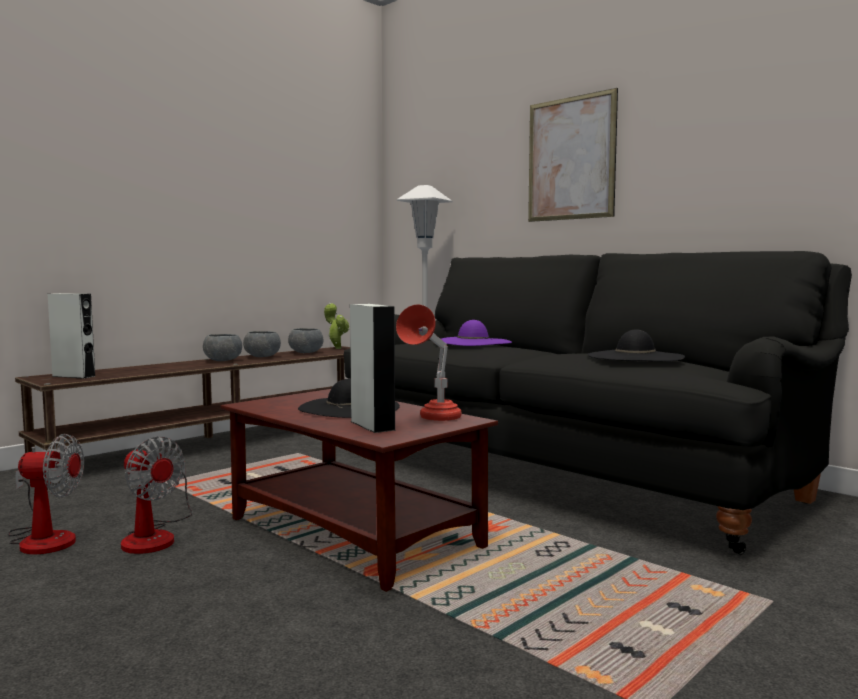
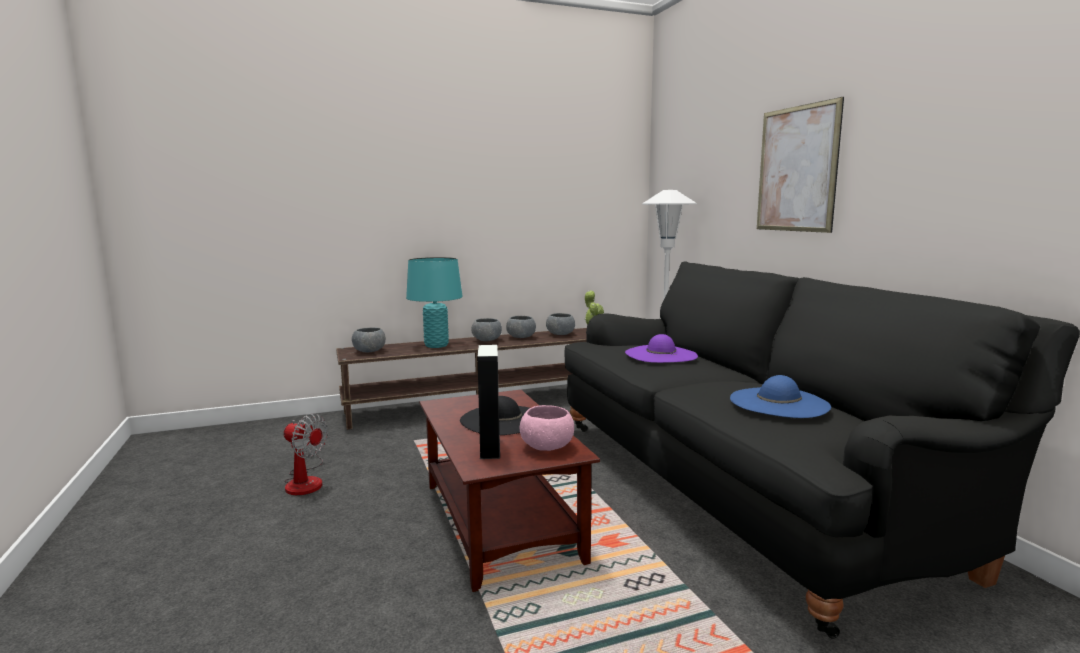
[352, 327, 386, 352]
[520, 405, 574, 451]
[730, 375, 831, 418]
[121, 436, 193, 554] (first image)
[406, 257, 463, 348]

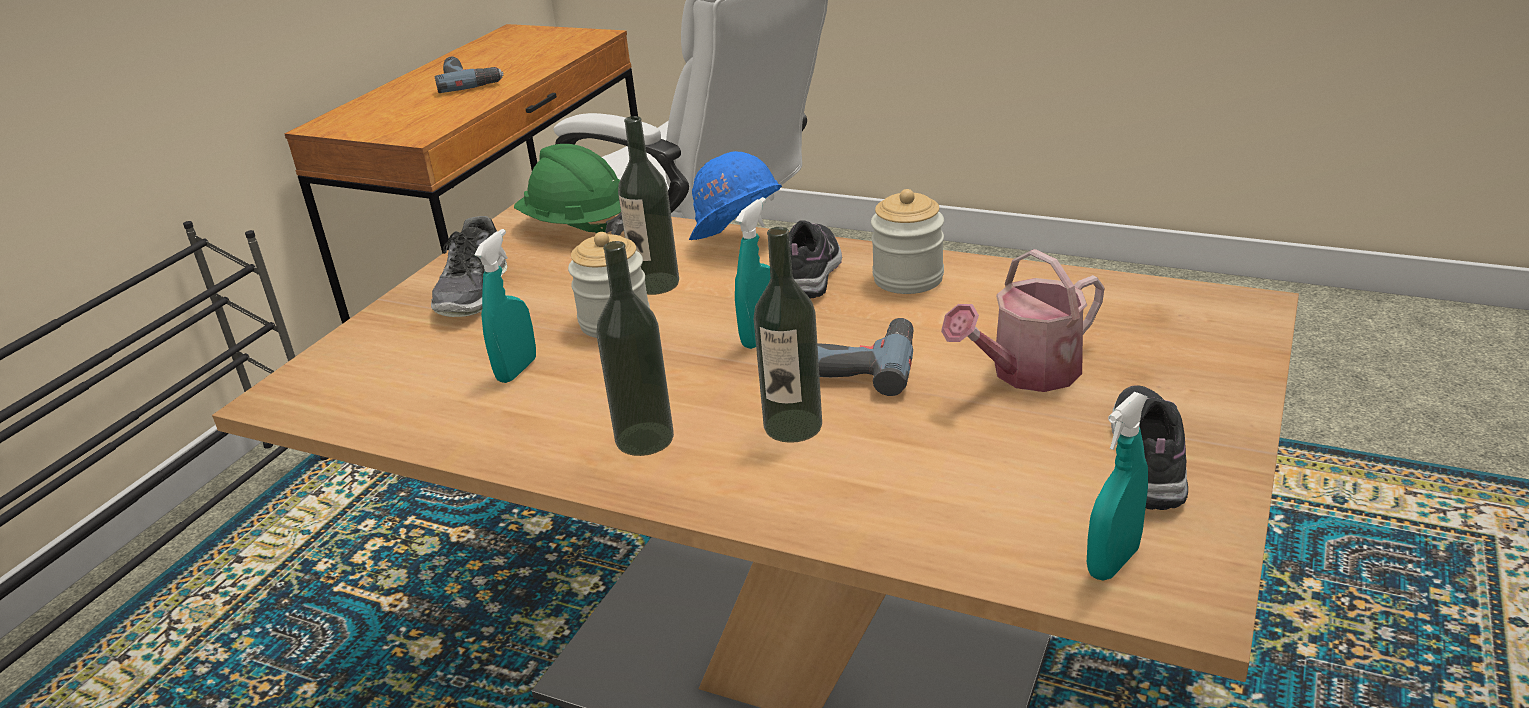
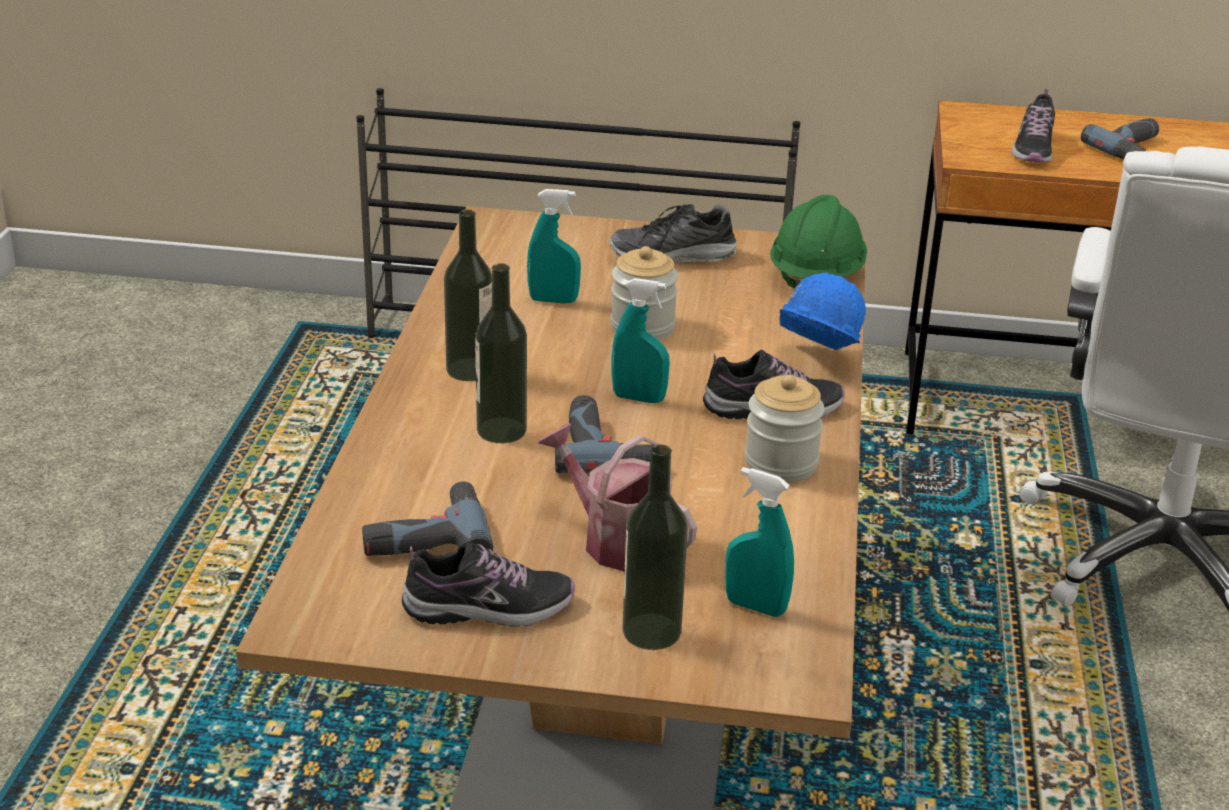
[622, 445, 688, 650]
[725, 467, 794, 617]
[1012, 89, 1055, 162]
[362, 481, 493, 556]

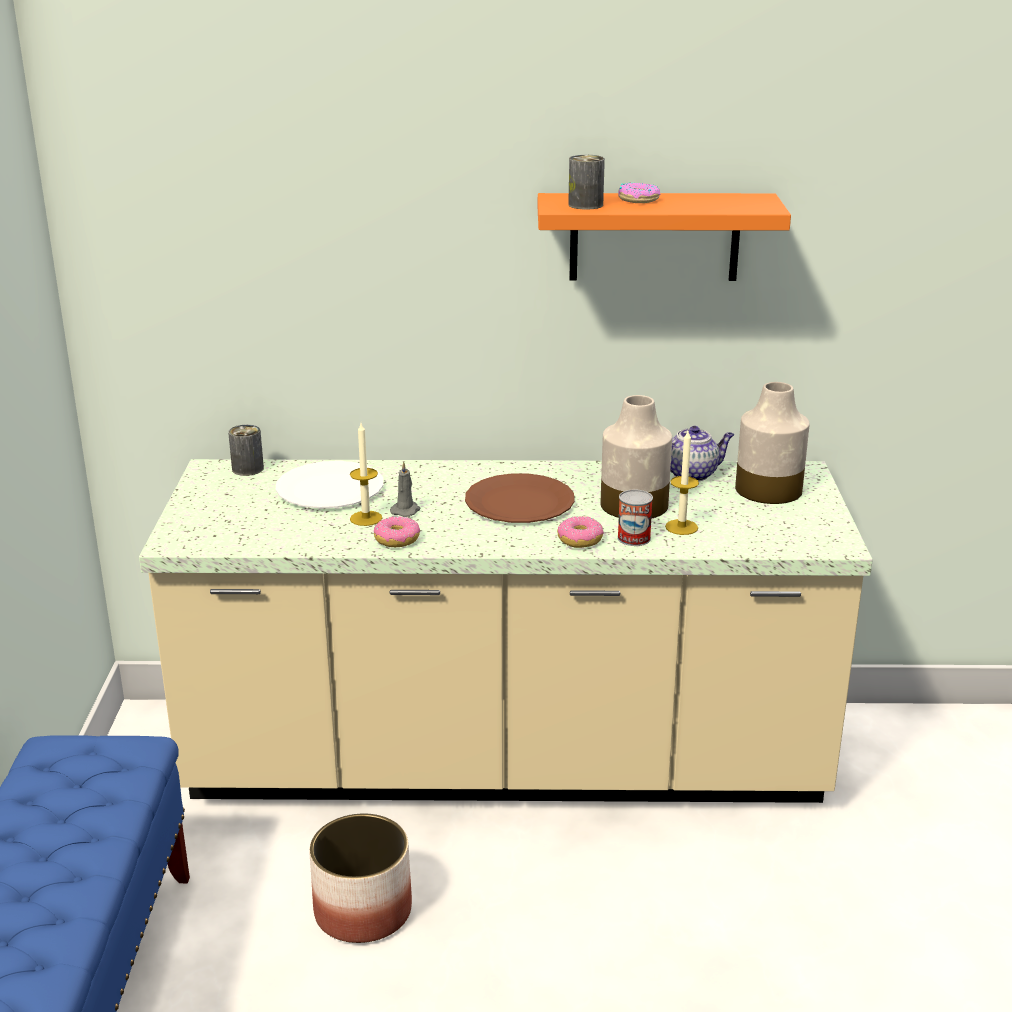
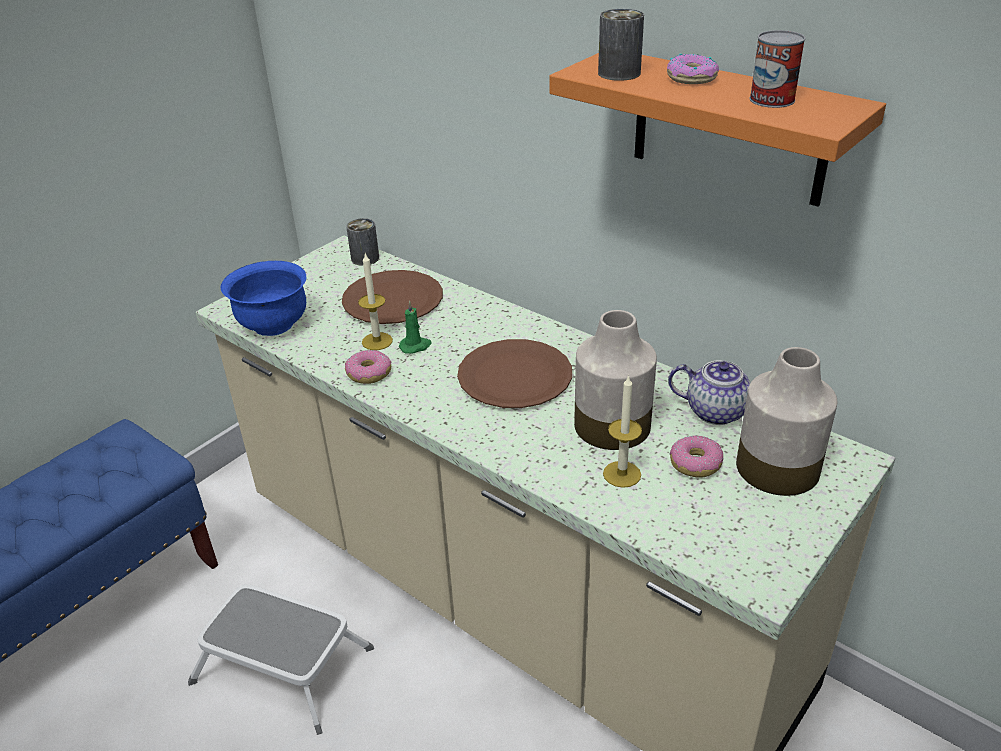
[342, 270, 443, 324]
[399, 301, 432, 354]
[749, 30, 805, 108]
[670, 435, 723, 477]
[188, 584, 374, 735]
[221, 261, 306, 336]

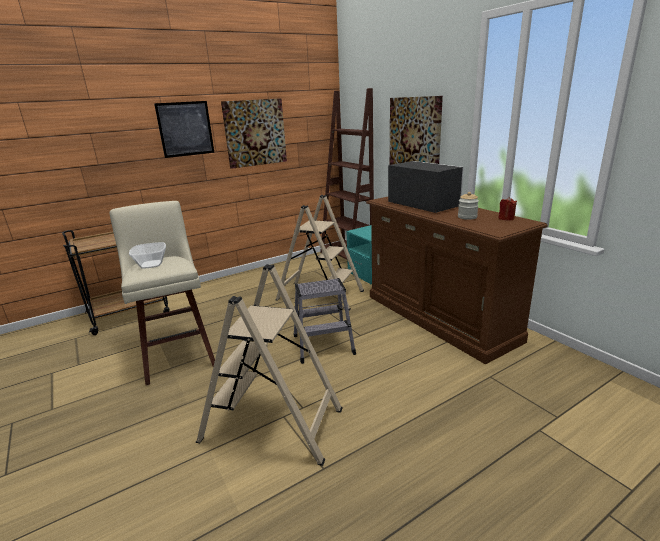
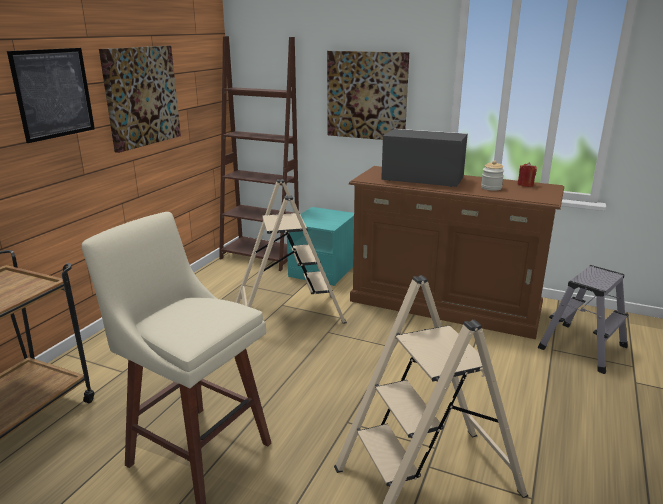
[129, 242, 166, 269] (first image)
[538, 265, 629, 374]

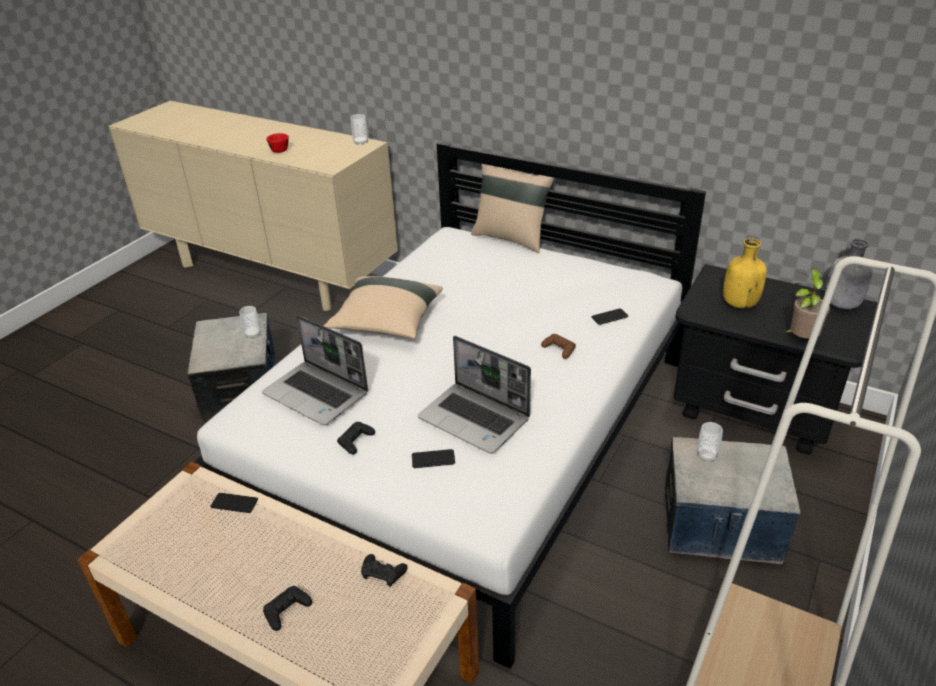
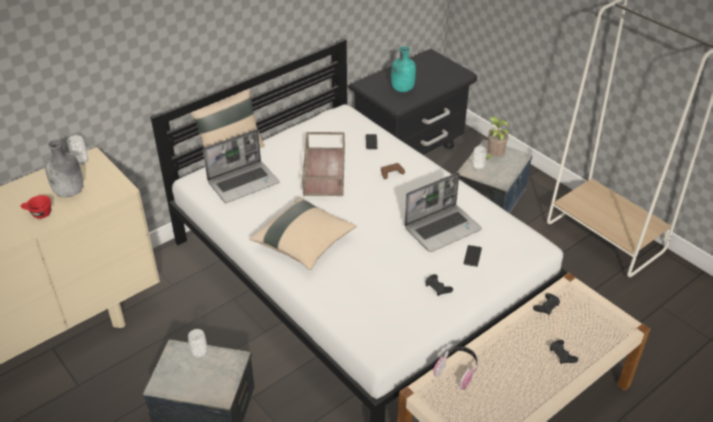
[391, 46, 416, 92]
[45, 140, 83, 197]
[486, 117, 509, 160]
[203, 129, 280, 203]
[433, 347, 478, 390]
[302, 132, 345, 196]

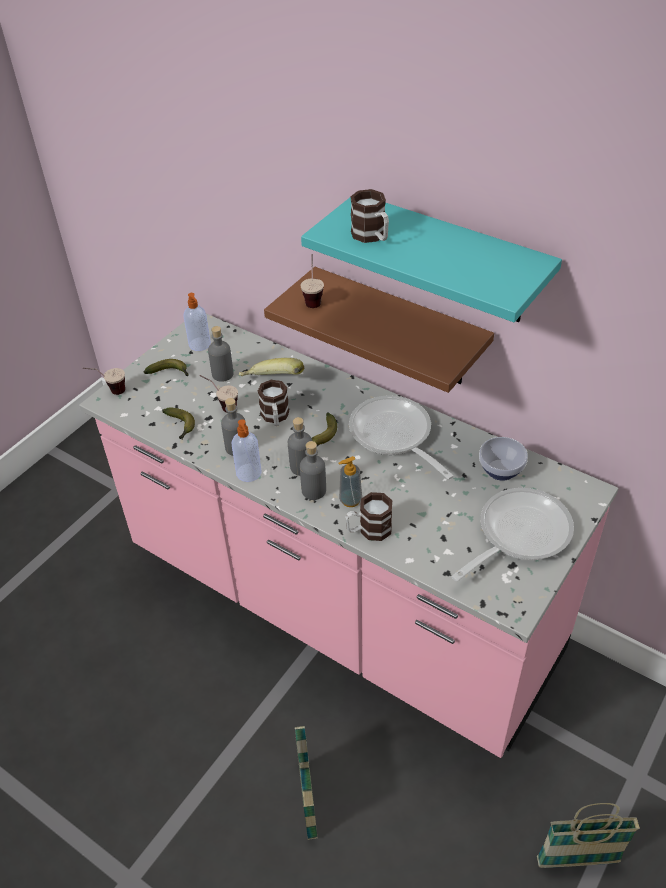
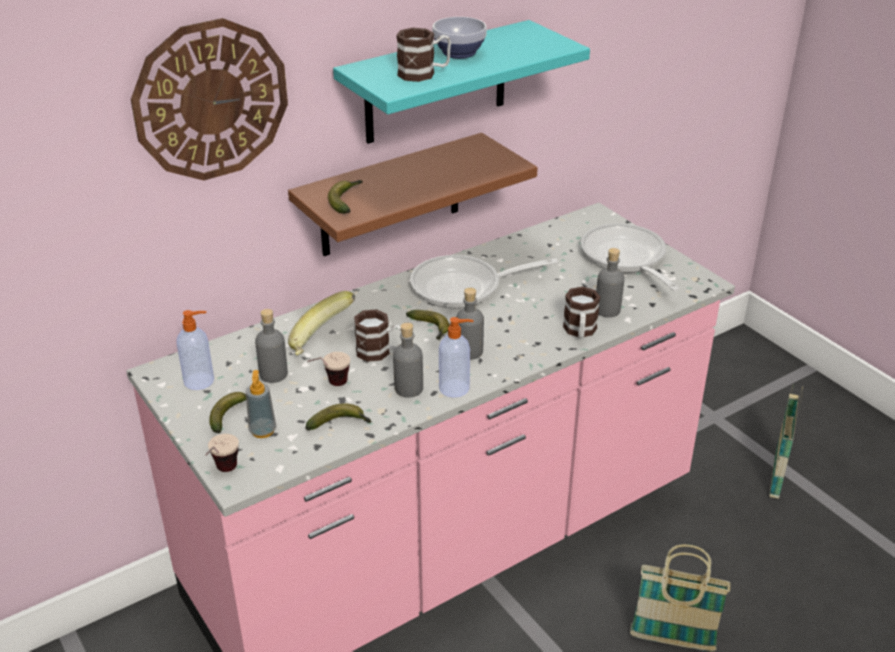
[328, 180, 363, 214]
[432, 17, 487, 59]
[596, 248, 625, 317]
[246, 370, 276, 438]
[131, 18, 288, 181]

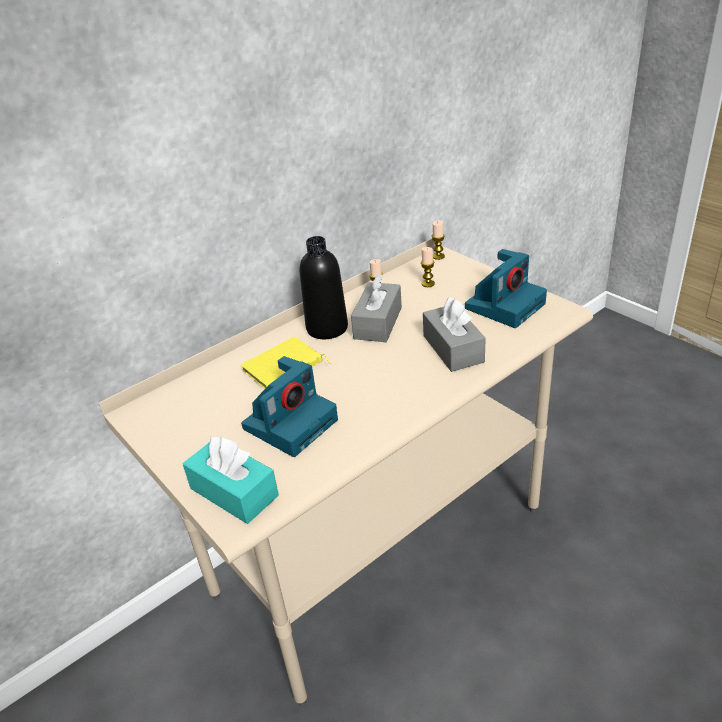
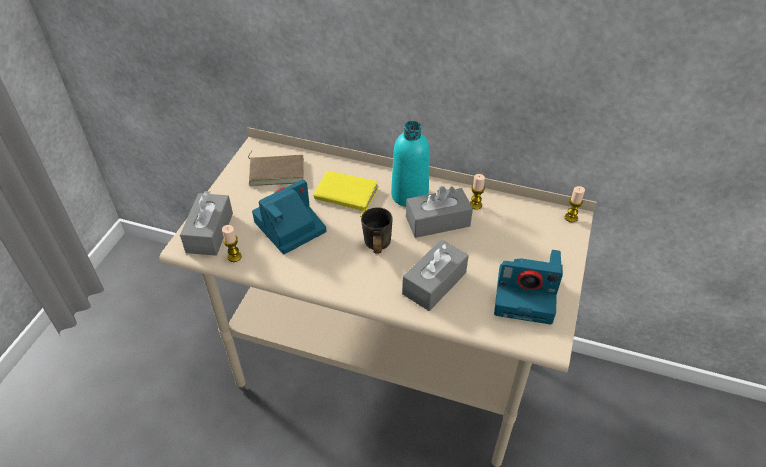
[391, 121, 430, 207]
[222, 225, 242, 262]
[252, 180, 326, 254]
[180, 191, 233, 256]
[248, 150, 304, 186]
[361, 207, 393, 254]

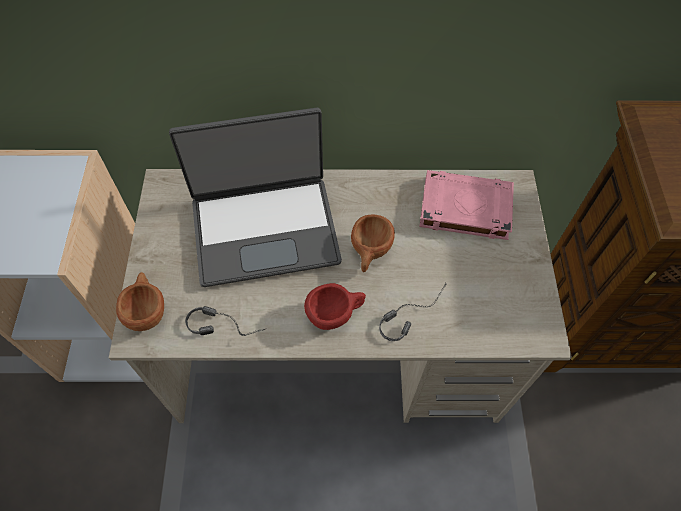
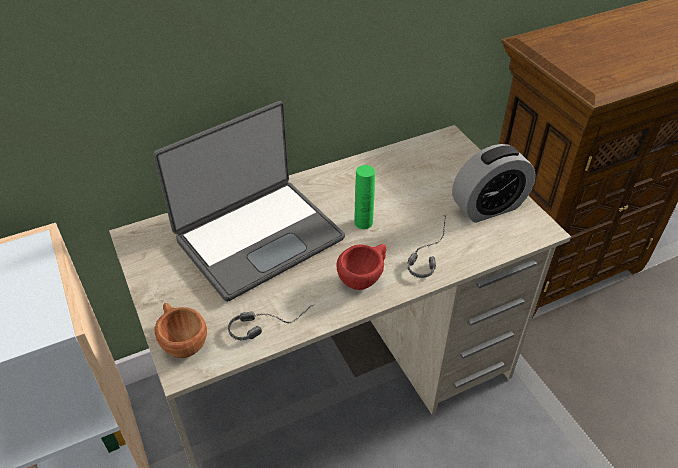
[419, 170, 514, 240] (first image)
[354, 165, 375, 229]
[452, 144, 536, 223]

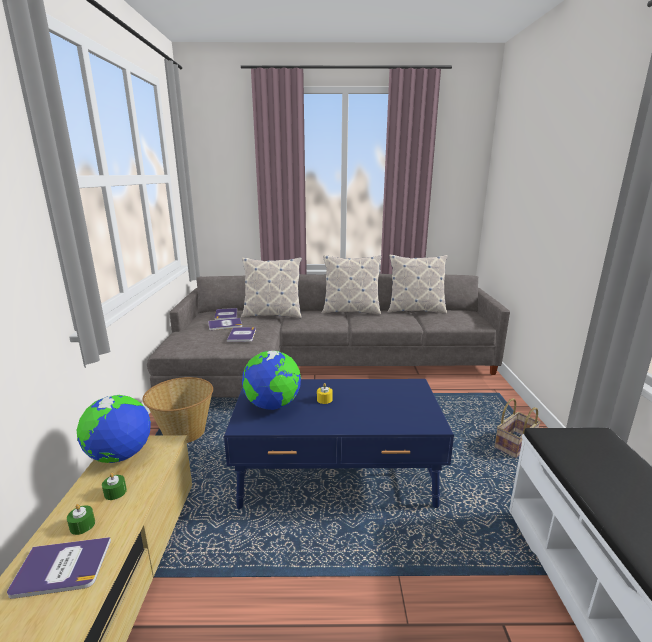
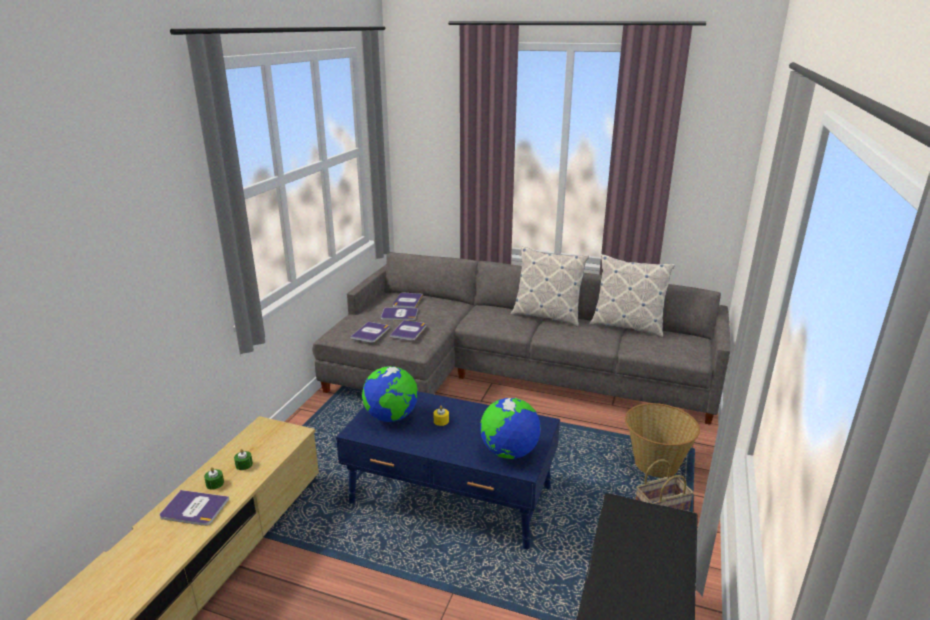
[241, 257, 302, 318] (first image)
[625, 403, 700, 478]
[480, 398, 541, 459]
[350, 322, 390, 343]

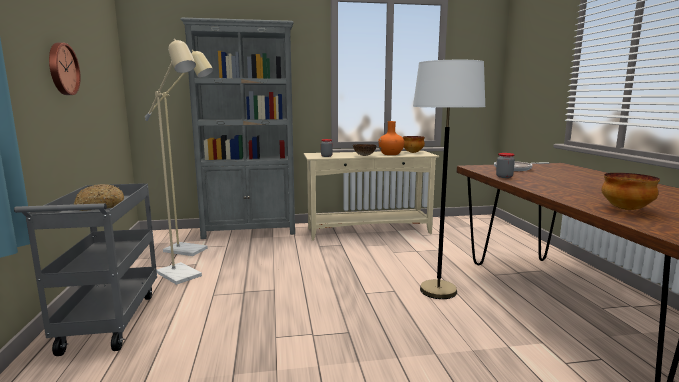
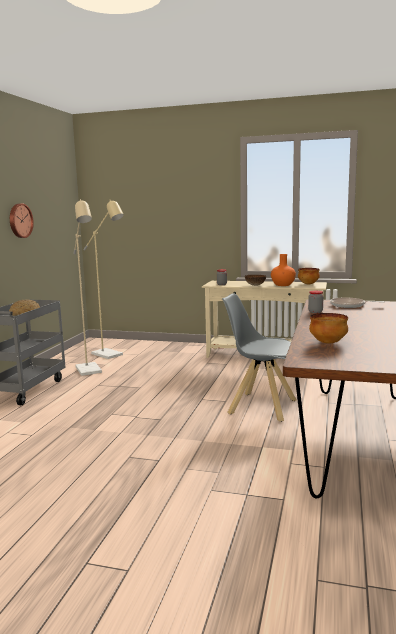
[180, 17, 295, 239] (first image)
[222, 293, 297, 422]

